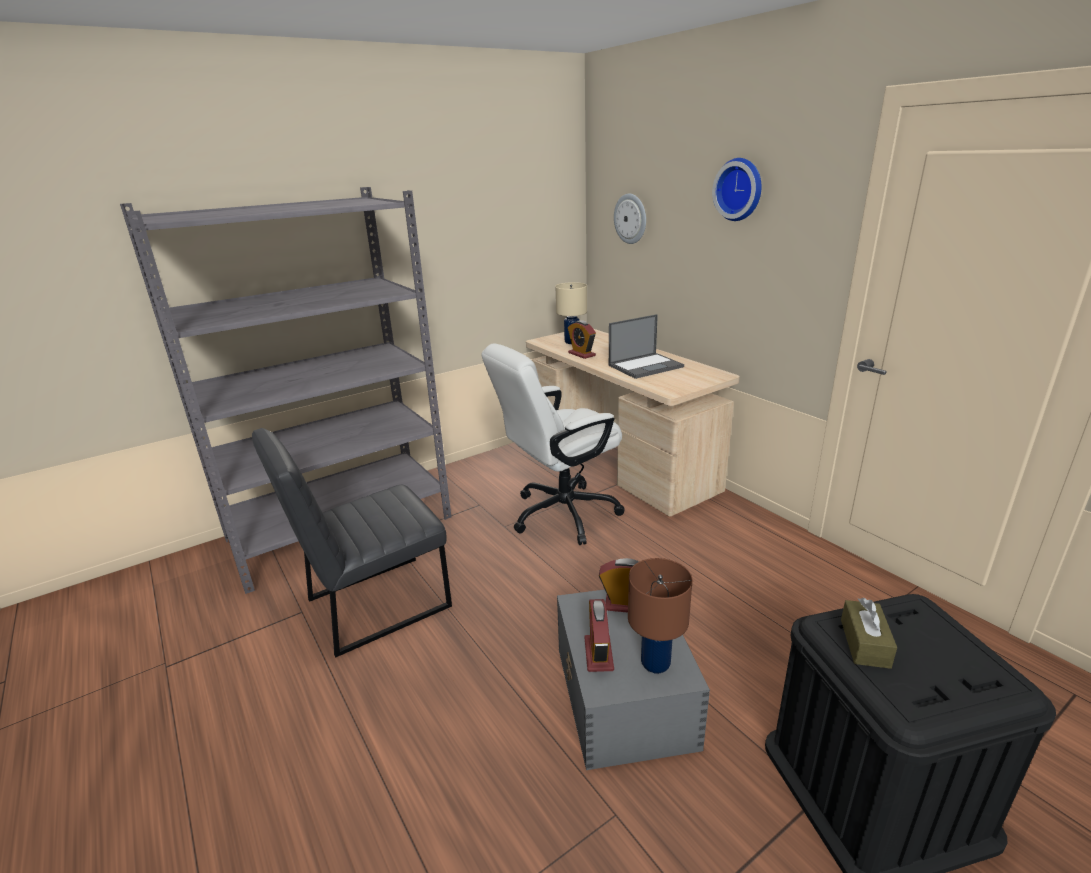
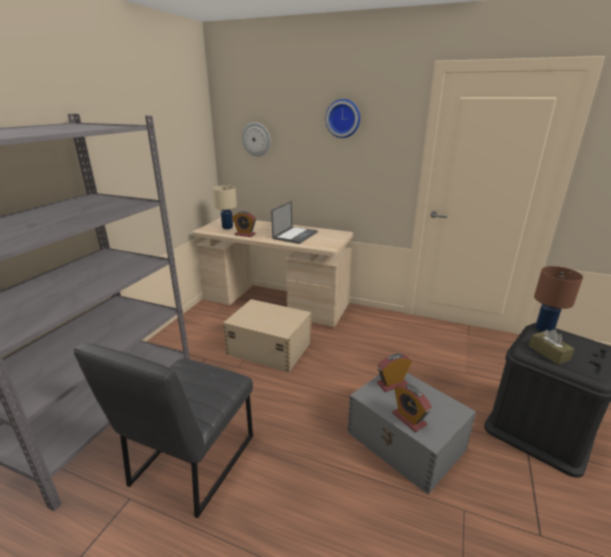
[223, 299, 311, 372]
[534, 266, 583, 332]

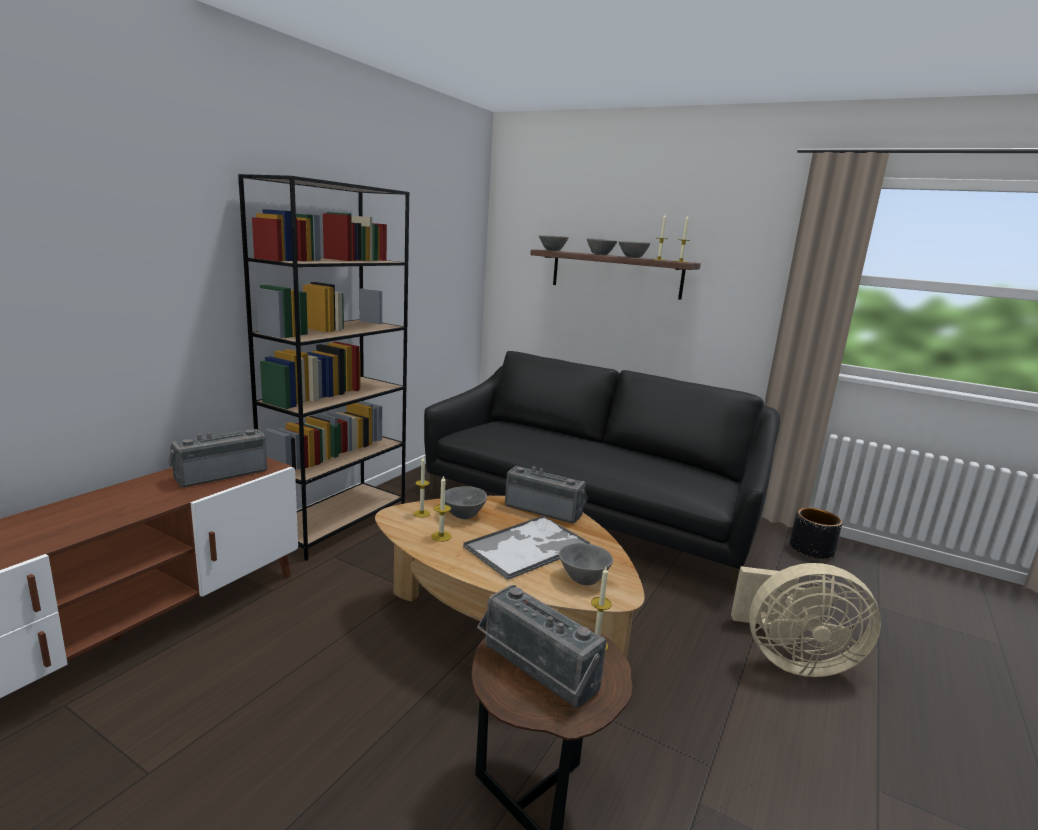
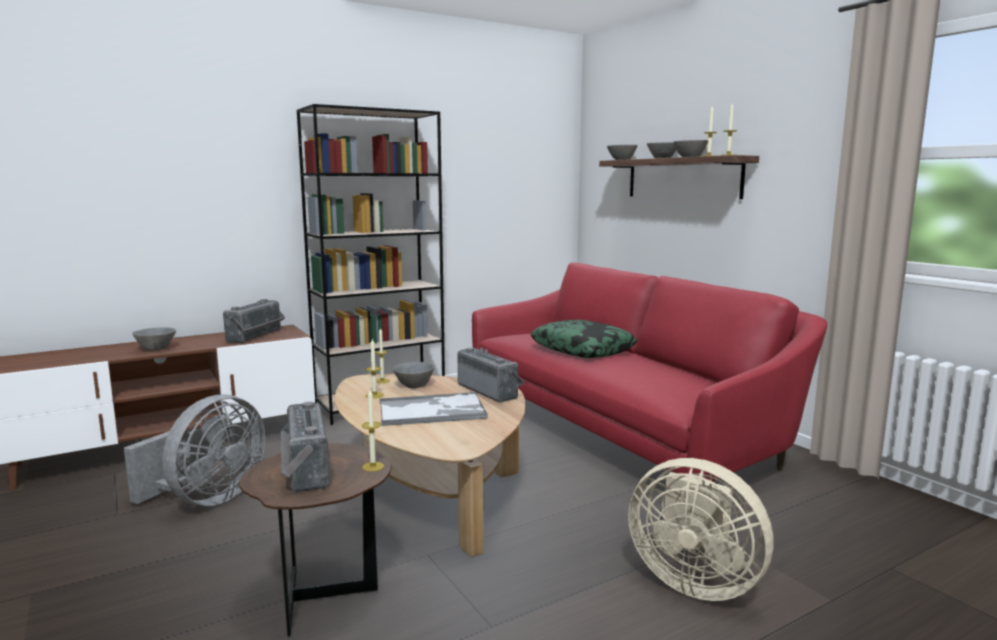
[472, 262, 827, 482]
[223, 299, 285, 343]
[790, 507, 842, 559] (first image)
[132, 327, 176, 351]
[531, 320, 637, 358]
[124, 394, 265, 506]

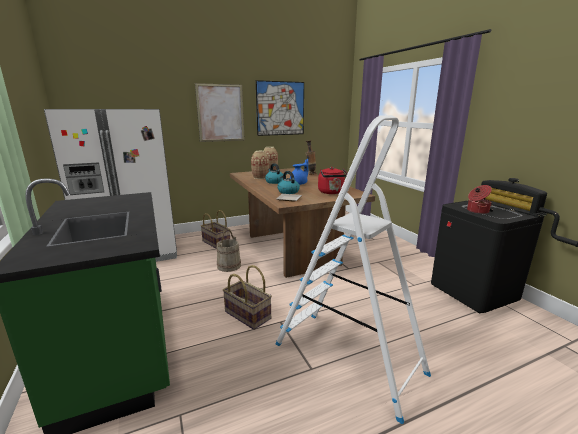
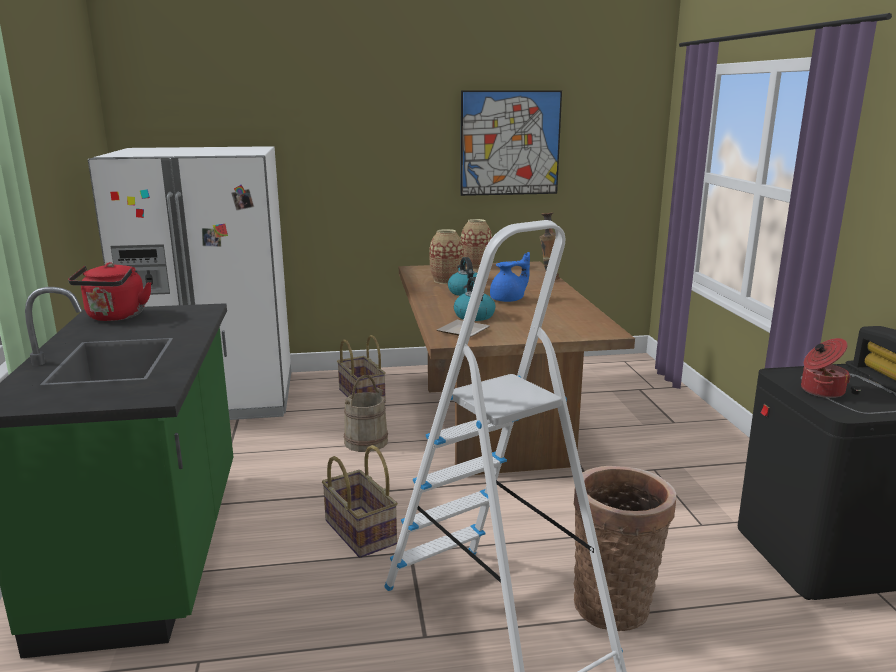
[195, 83, 245, 142] (first image)
[68, 262, 151, 321]
[574, 466, 676, 631]

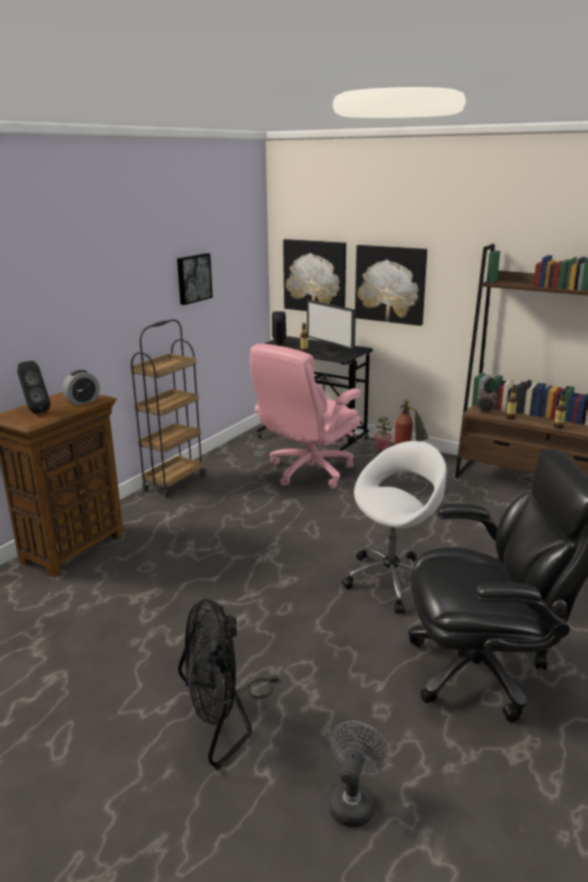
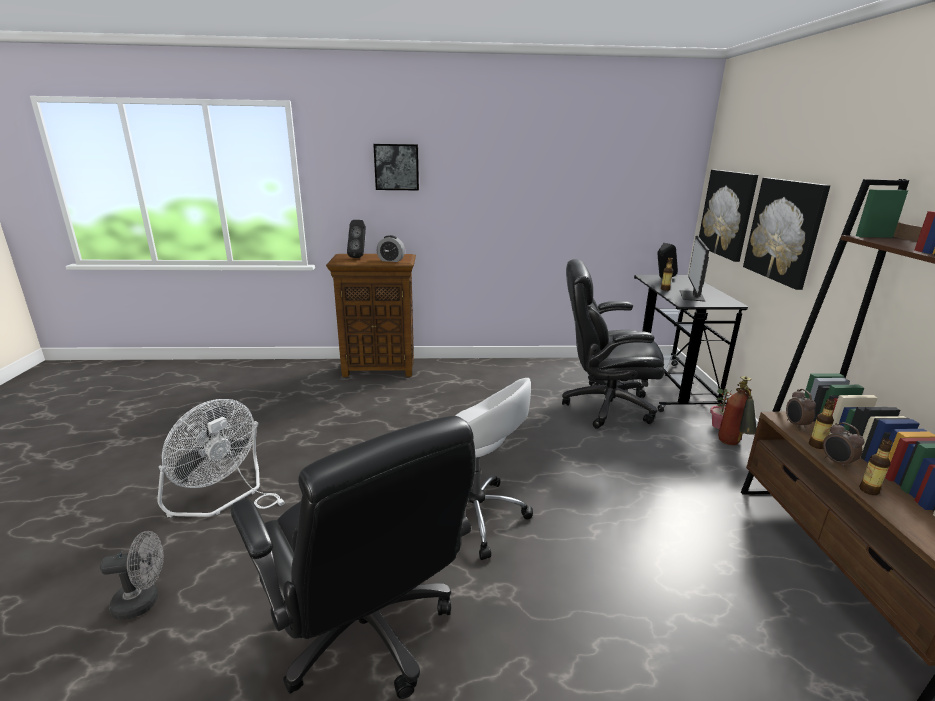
[373, 144, 419, 190]
[130, 319, 207, 498] (first image)
[562, 259, 665, 429]
[157, 399, 285, 517]
[823, 422, 865, 468]

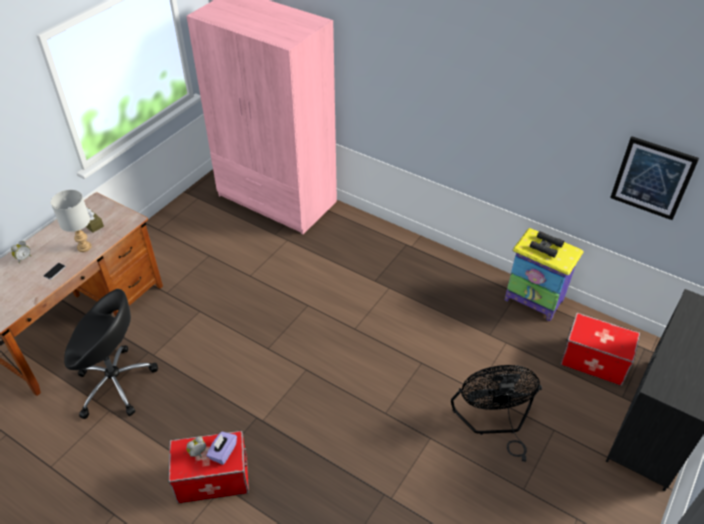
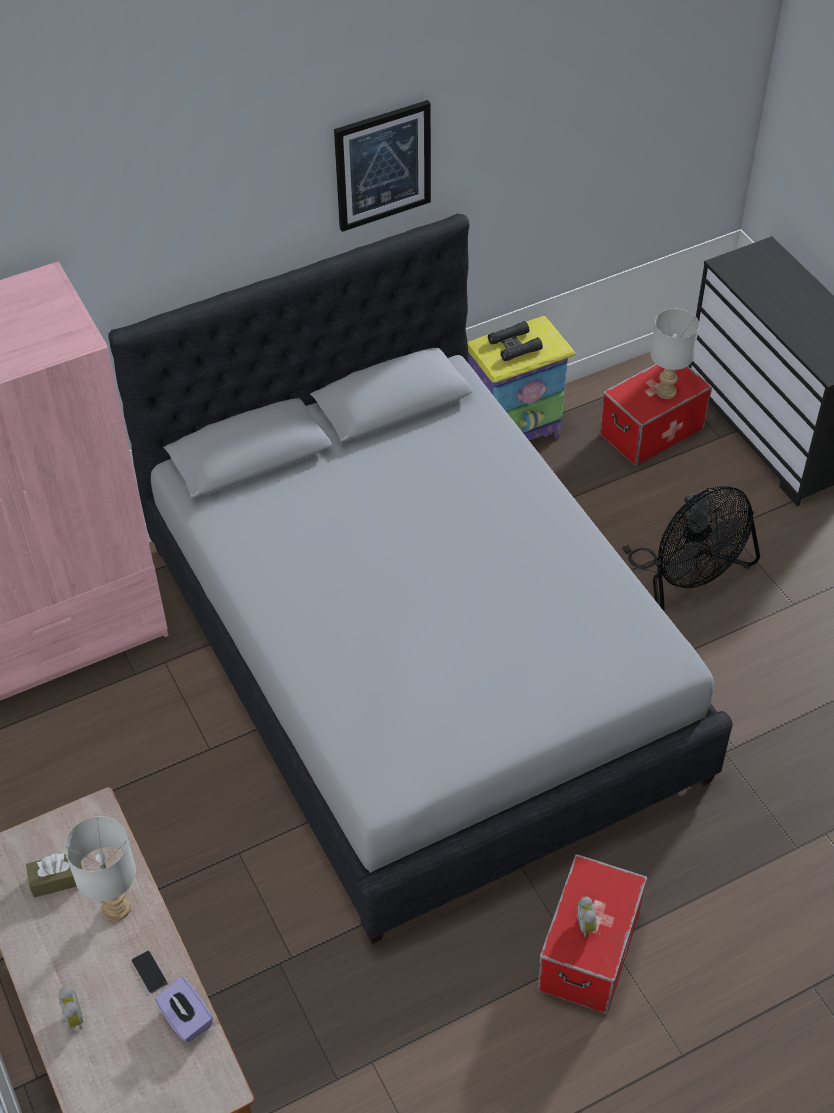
[334, 100, 431, 232]
[64, 289, 158, 419] (first image)
[623, 486, 760, 611]
[155, 976, 213, 1043]
[108, 213, 733, 944]
[651, 309, 699, 399]

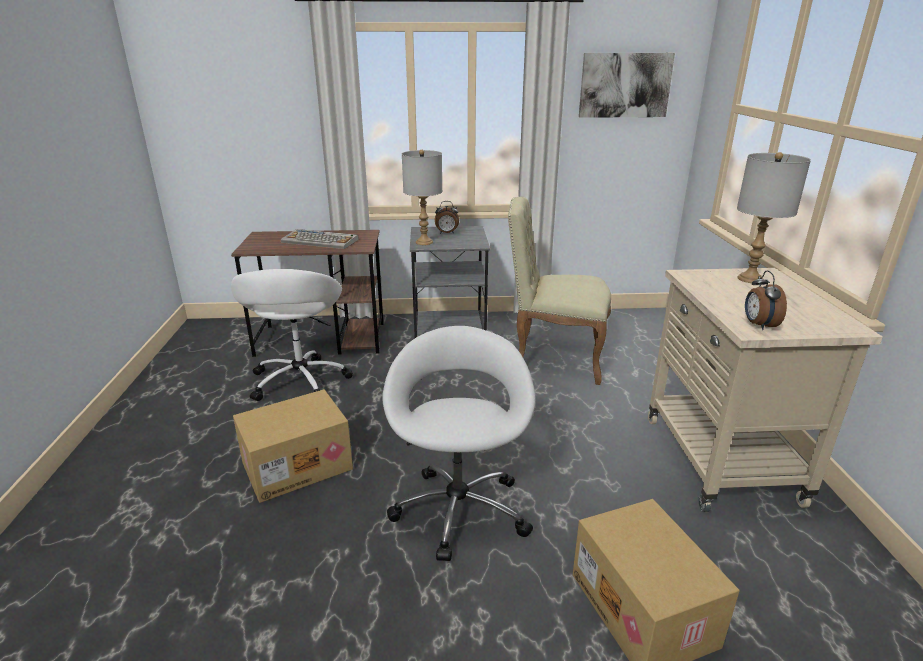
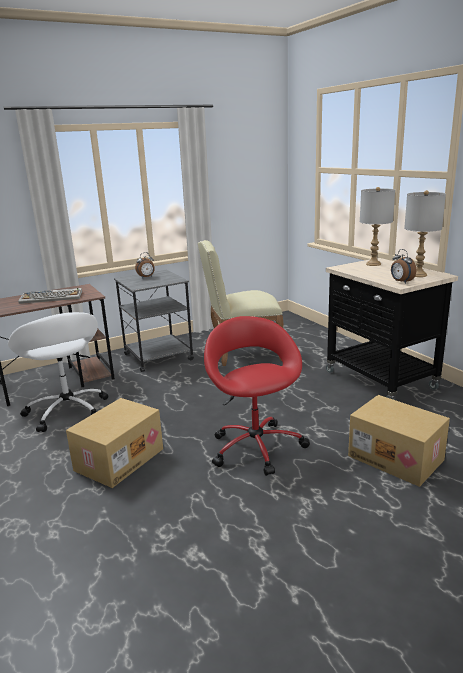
[579, 53, 675, 118] (first image)
[404, 190, 446, 277]
[326, 258, 458, 400]
[204, 316, 310, 476]

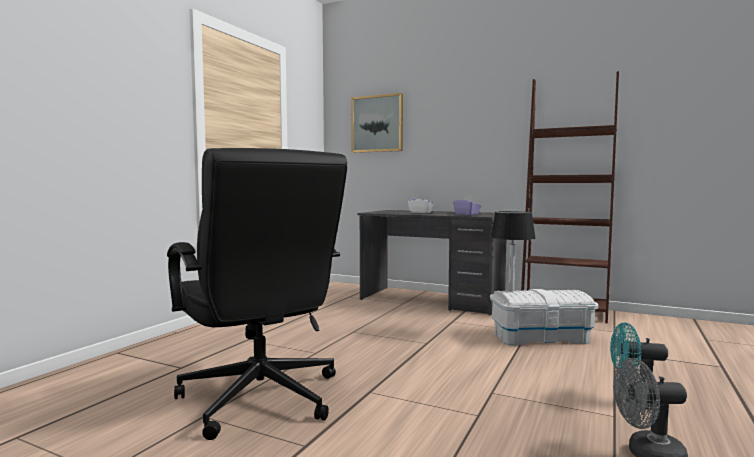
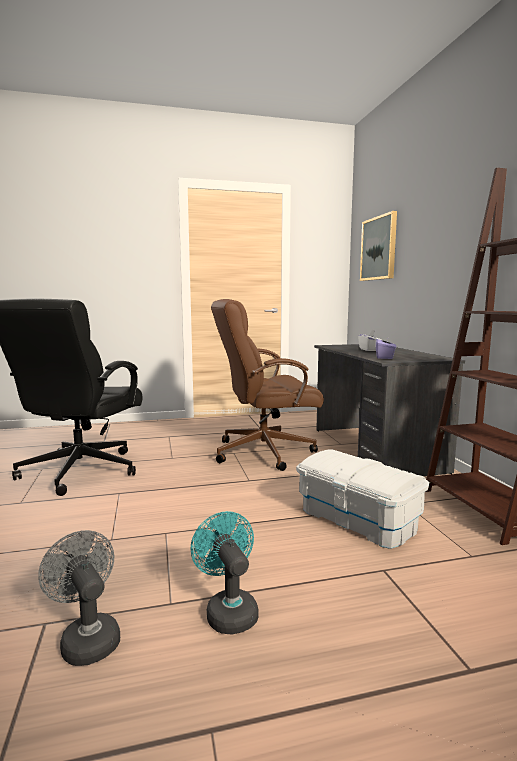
[490, 211, 536, 292] (first image)
[211, 299, 324, 471]

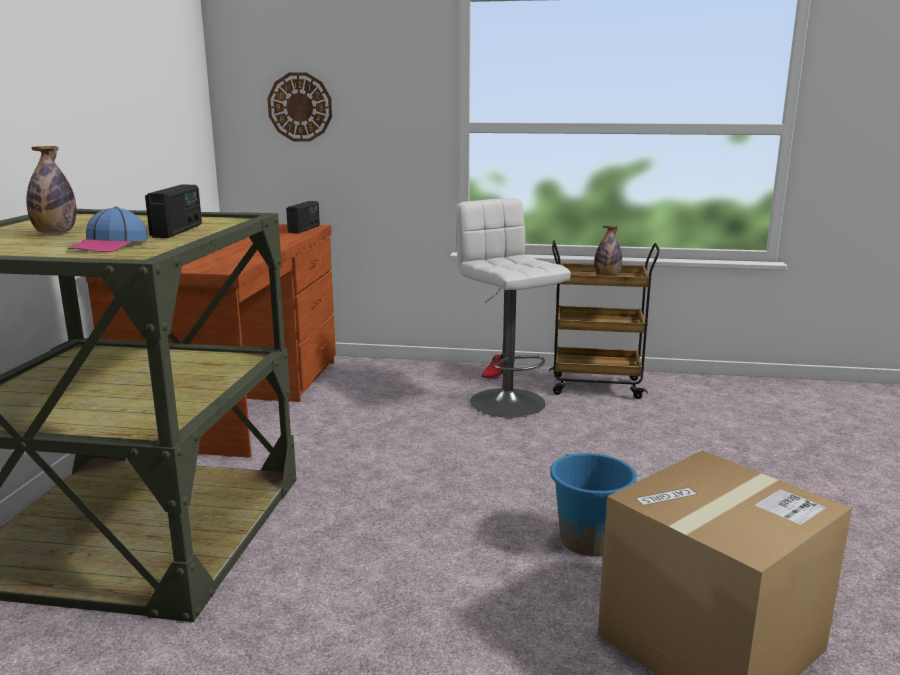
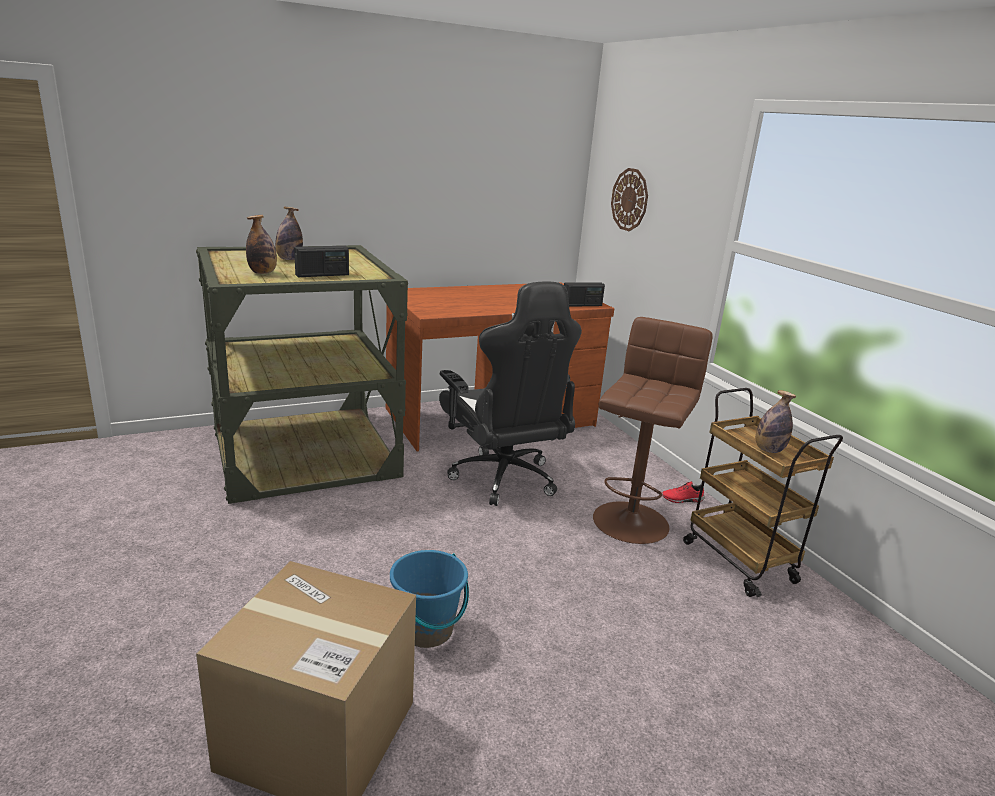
[593, 317, 713, 544]
[246, 215, 277, 274]
[439, 281, 582, 506]

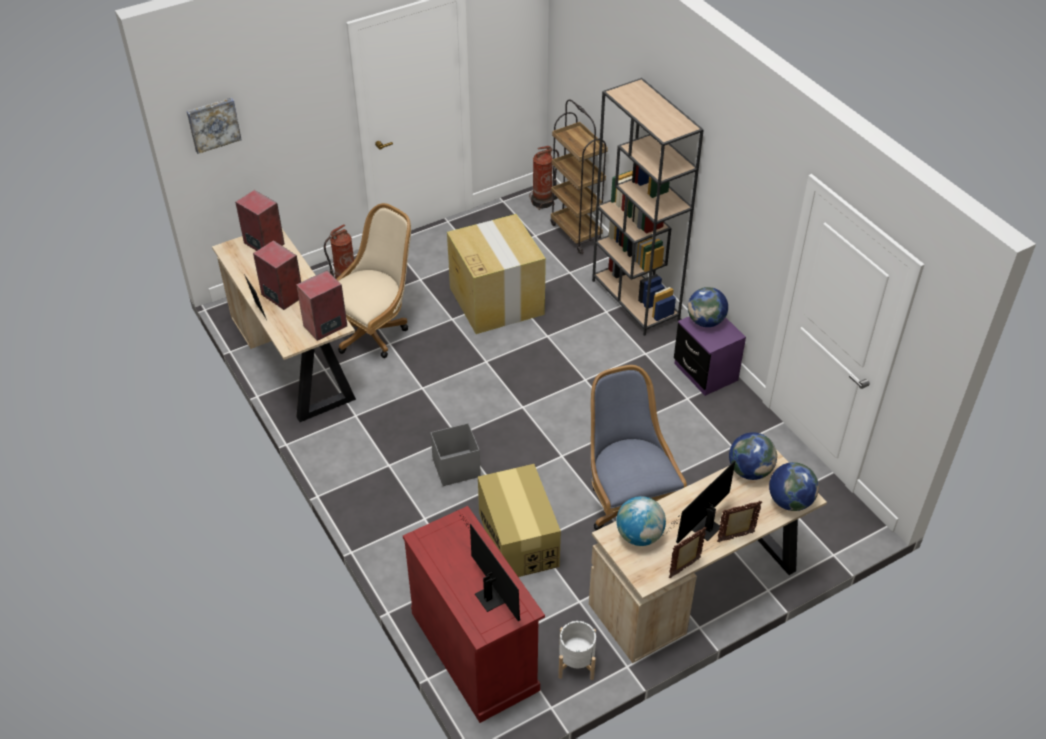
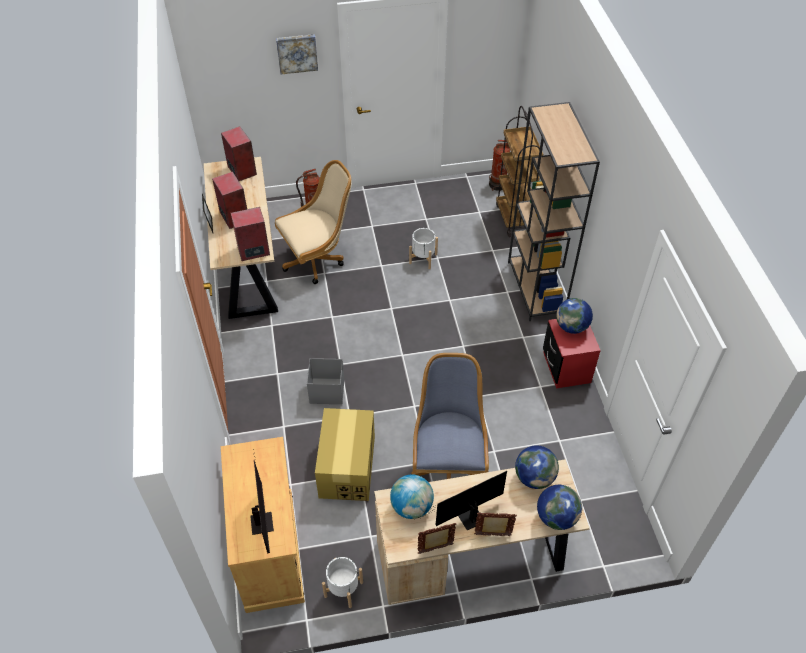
[276, 34, 318, 74]
[409, 228, 438, 269]
[543, 319, 601, 388]
[221, 437, 305, 613]

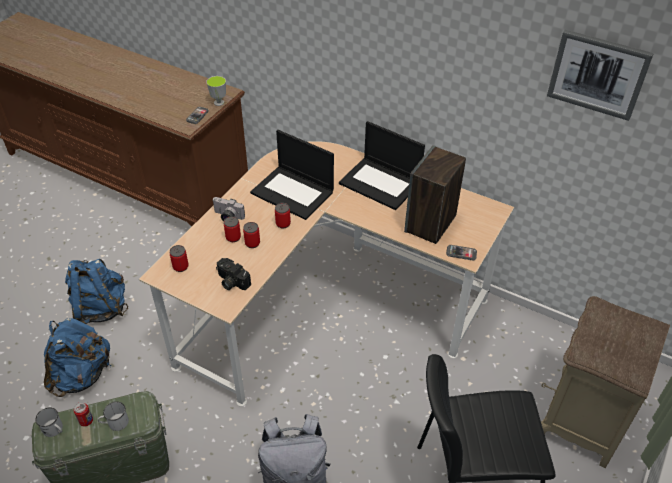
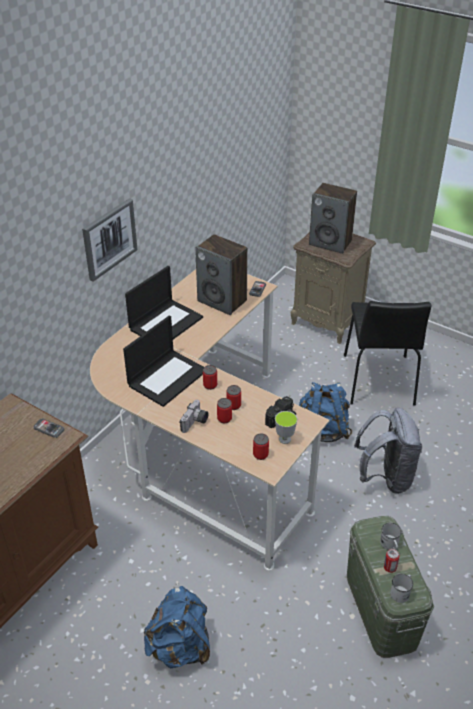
[82, 198, 137, 282]
[275, 411, 297, 444]
[299, 382, 352, 442]
[309, 183, 357, 254]

